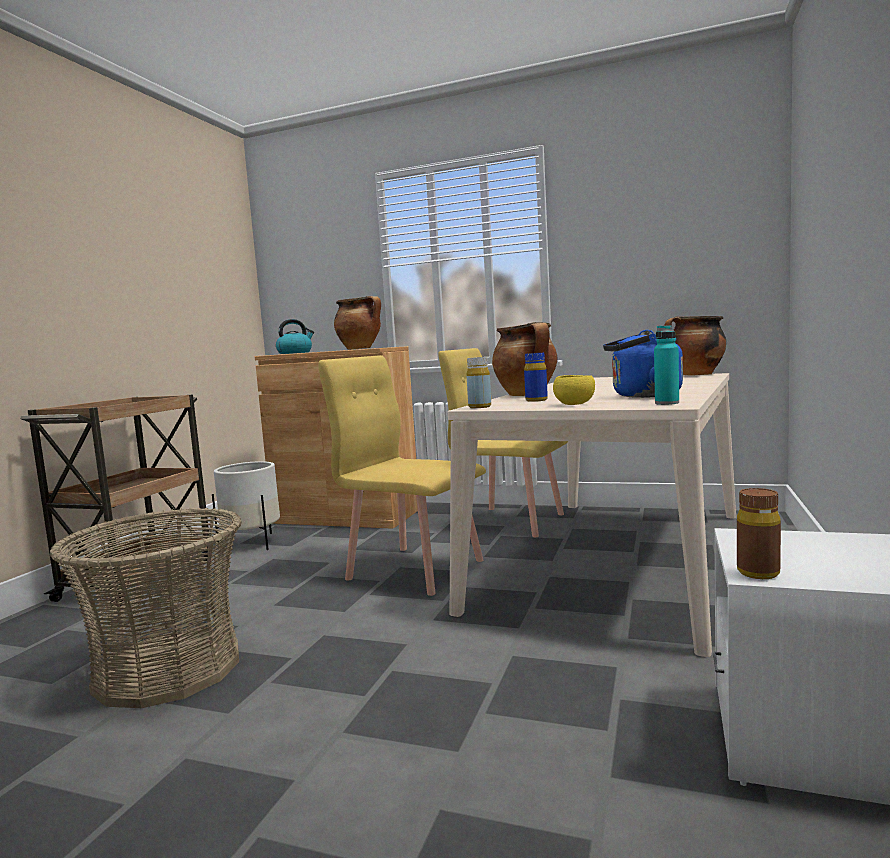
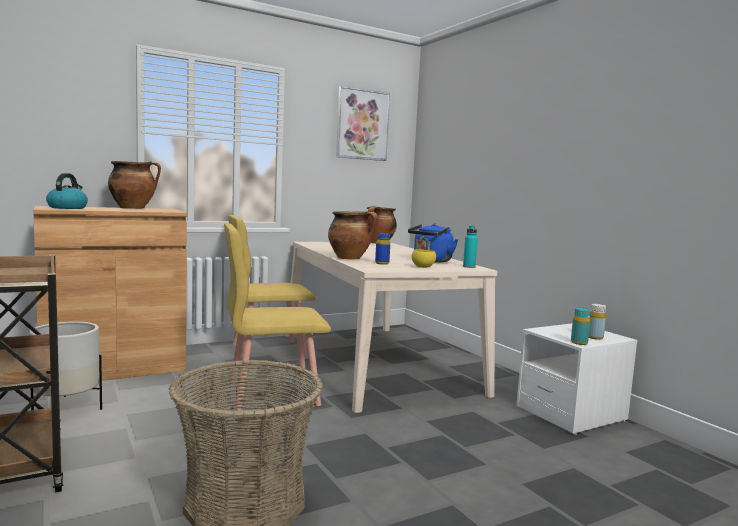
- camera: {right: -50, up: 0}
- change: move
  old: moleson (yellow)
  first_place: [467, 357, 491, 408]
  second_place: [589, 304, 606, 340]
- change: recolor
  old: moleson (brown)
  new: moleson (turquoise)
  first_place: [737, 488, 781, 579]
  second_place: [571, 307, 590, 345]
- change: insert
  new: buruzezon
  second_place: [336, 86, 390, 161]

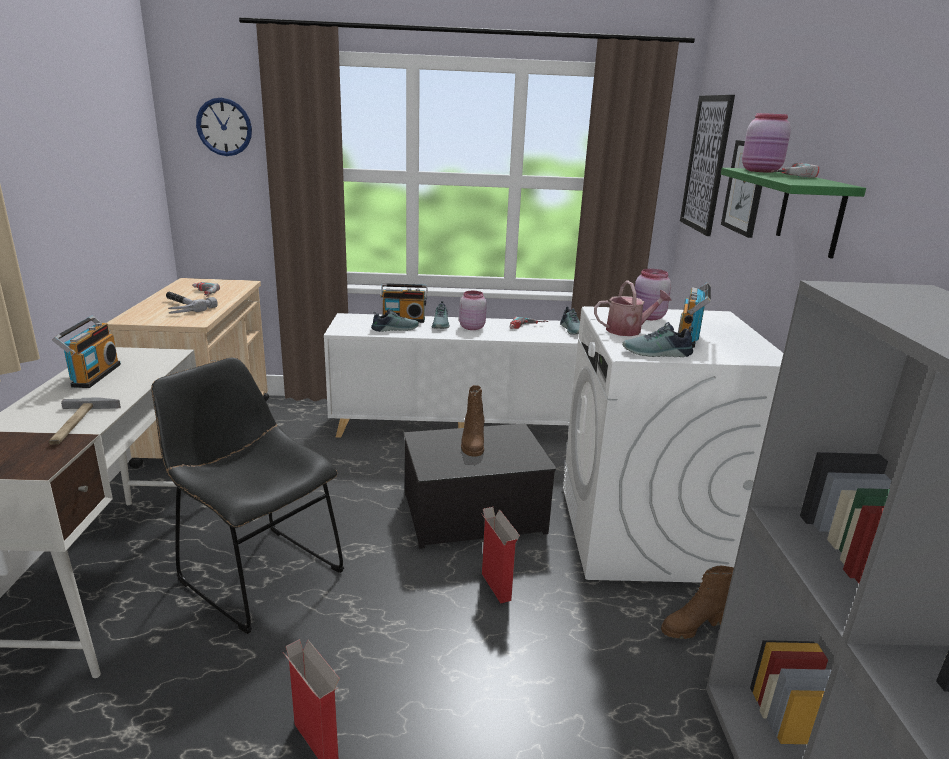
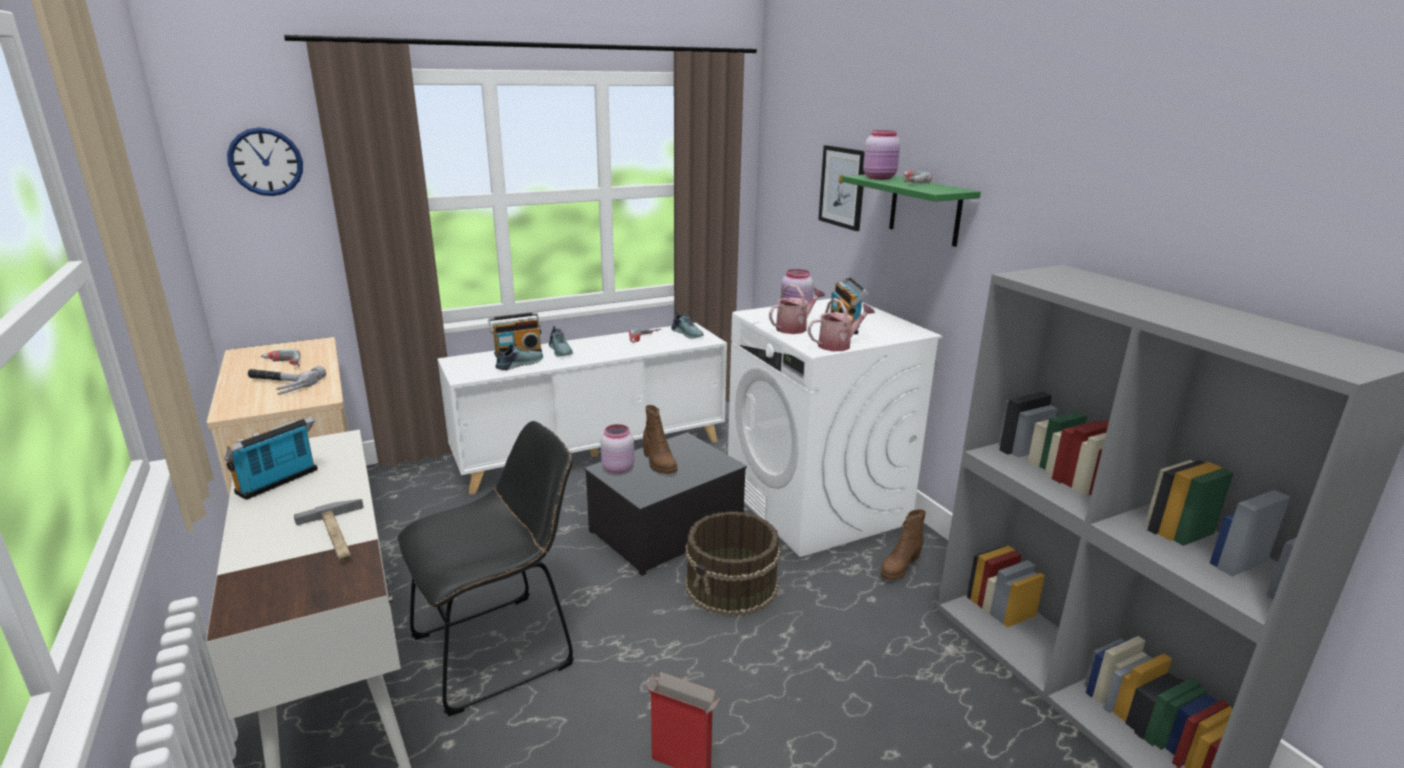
- camera: {right: -25, up: 0}
- change: rotate
  old: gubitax
  first_place: [52, 316, 121, 388]
  second_place: [224, 416, 318, 500]
  degrees: -120
- change: rotate
  old: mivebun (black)
  first_place: [151, 357, 344, 634]
  second_place: [398, 421, 574, 716]
  degrees: 135
- change: move
  old: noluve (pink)
  first_place: [459, 291, 487, 330]
  second_place: [601, 424, 634, 474]
- change: replace
  old: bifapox
  new: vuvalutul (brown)
  first_place: [481, 507, 520, 603]
  second_place: [685, 511, 781, 617]
- change: replace
  old: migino
  new: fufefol
  first_place: [622, 322, 693, 357]
  second_place: [808, 298, 875, 351]
- change: delete
  old: buruzezon
  first_place: [680, 95, 735, 236]

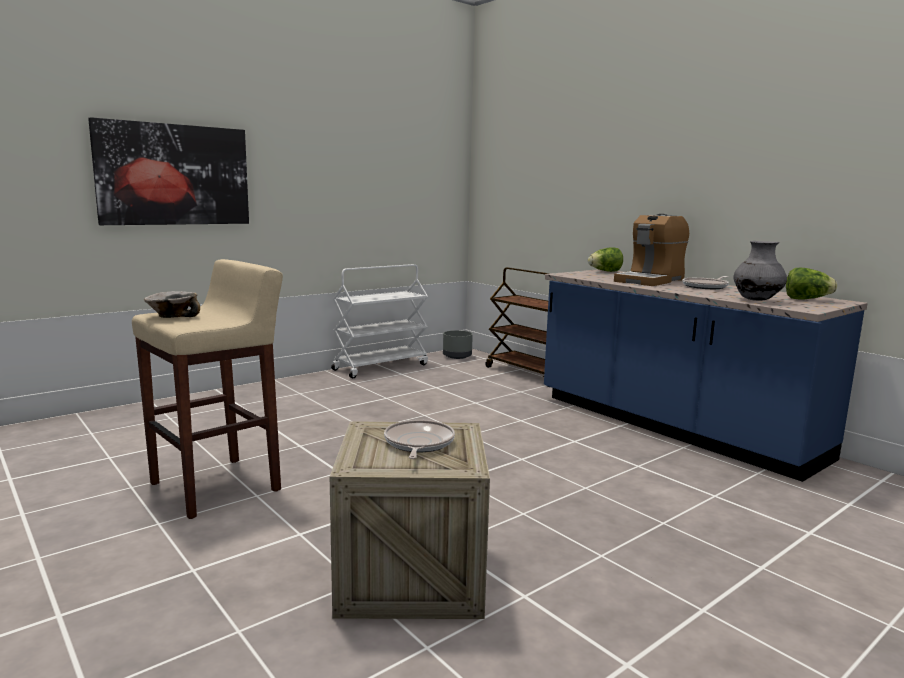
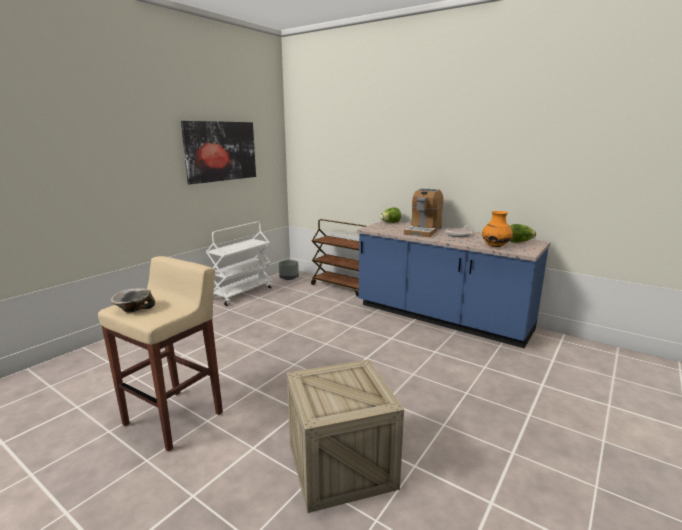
- camera: {right: -15, up: 5}
- change: move
  old: buruzezon
  first_place: [88, 117, 249, 225]
  second_place: [181, 121, 256, 184]
- change: delete
  old: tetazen
  first_place: [384, 420, 455, 459]
- change: recolor
  old: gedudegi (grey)
  new: gedudegi (orange)
  first_place: [733, 241, 787, 301]
  second_place: [482, 211, 513, 247]

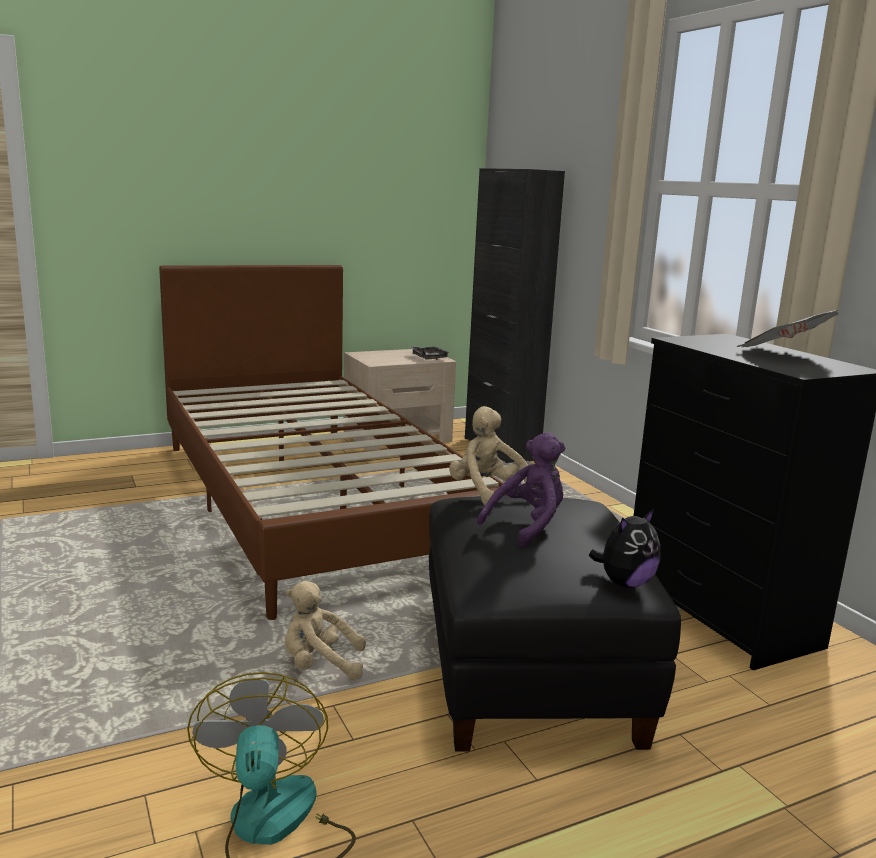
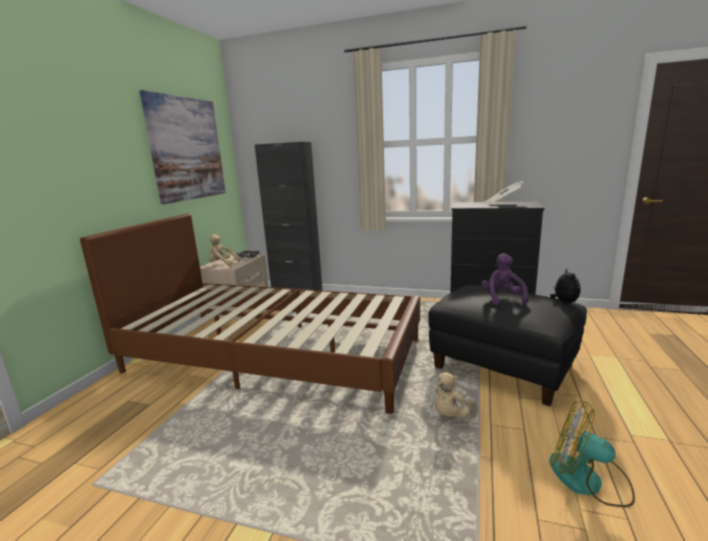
- camera: {right: -45, up: 0}
- change: move
  old: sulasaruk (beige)
  first_place: [449, 406, 528, 505]
  second_place: [209, 234, 240, 266]
- change: insert
  new: buruzezon
  second_place: [140, 90, 226, 204]

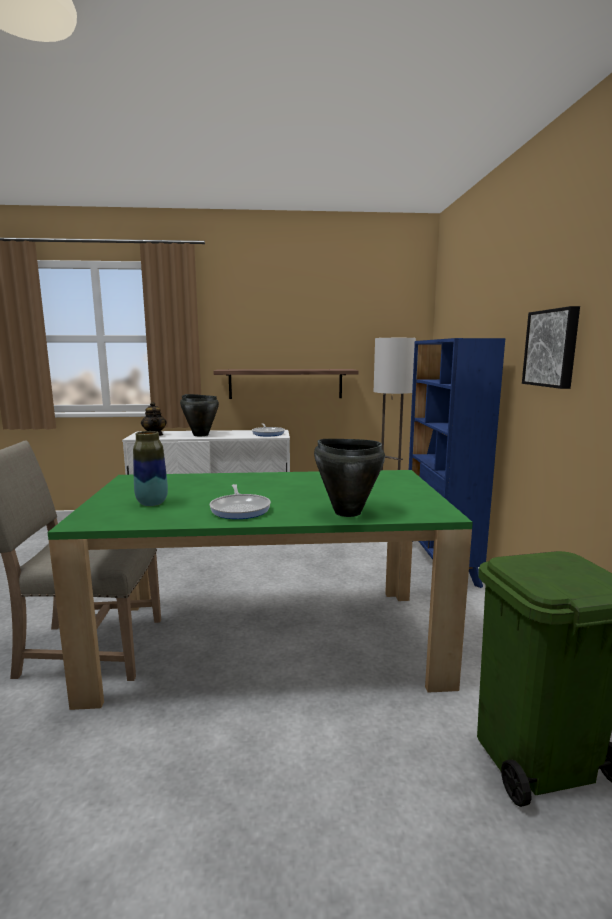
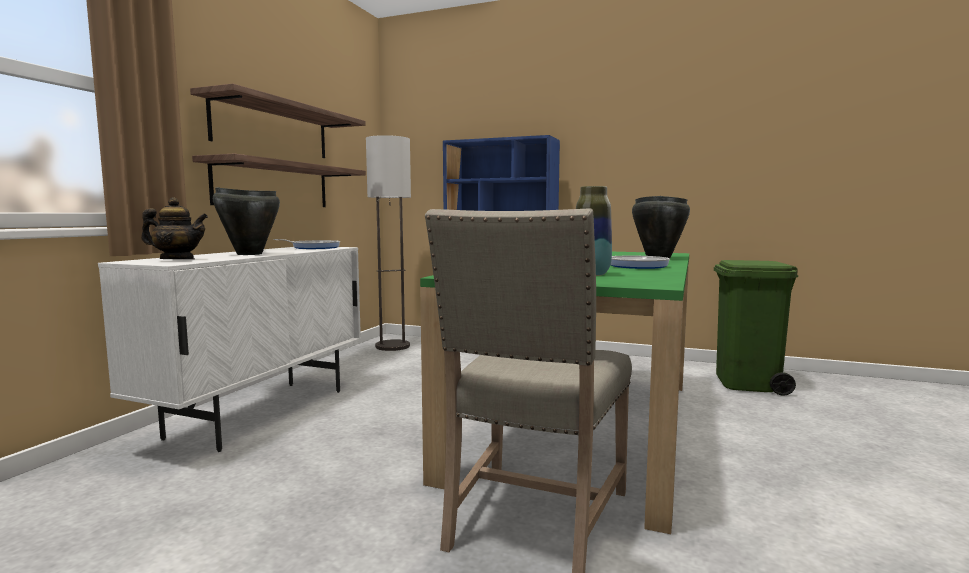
- camera: {right: -65, up: -5}
- change: delete
  old: buruzezon
  first_place: [522, 306, 580, 389]
- change: insert
  new: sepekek
  second_place: [190, 83, 366, 158]

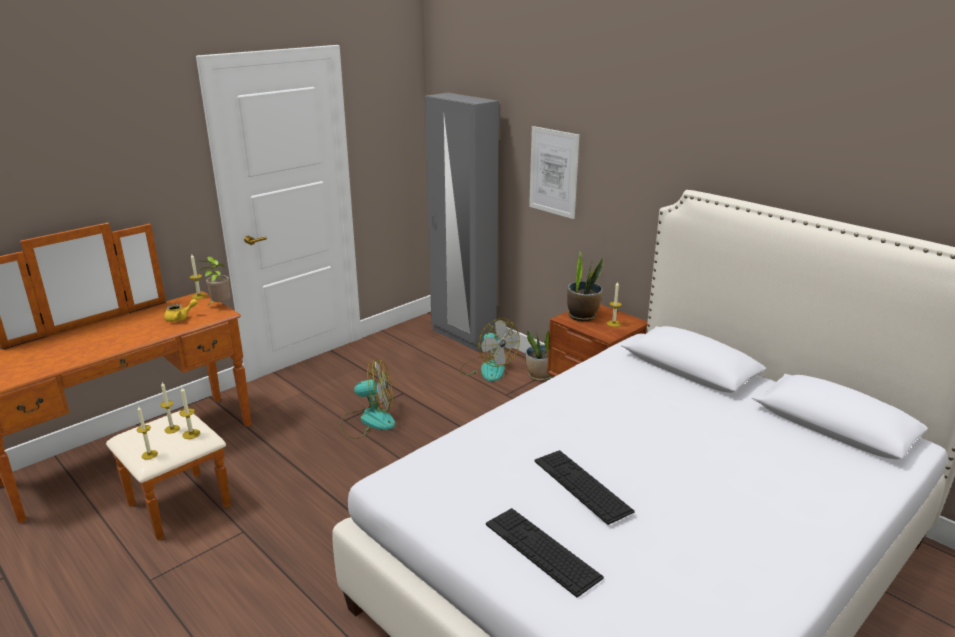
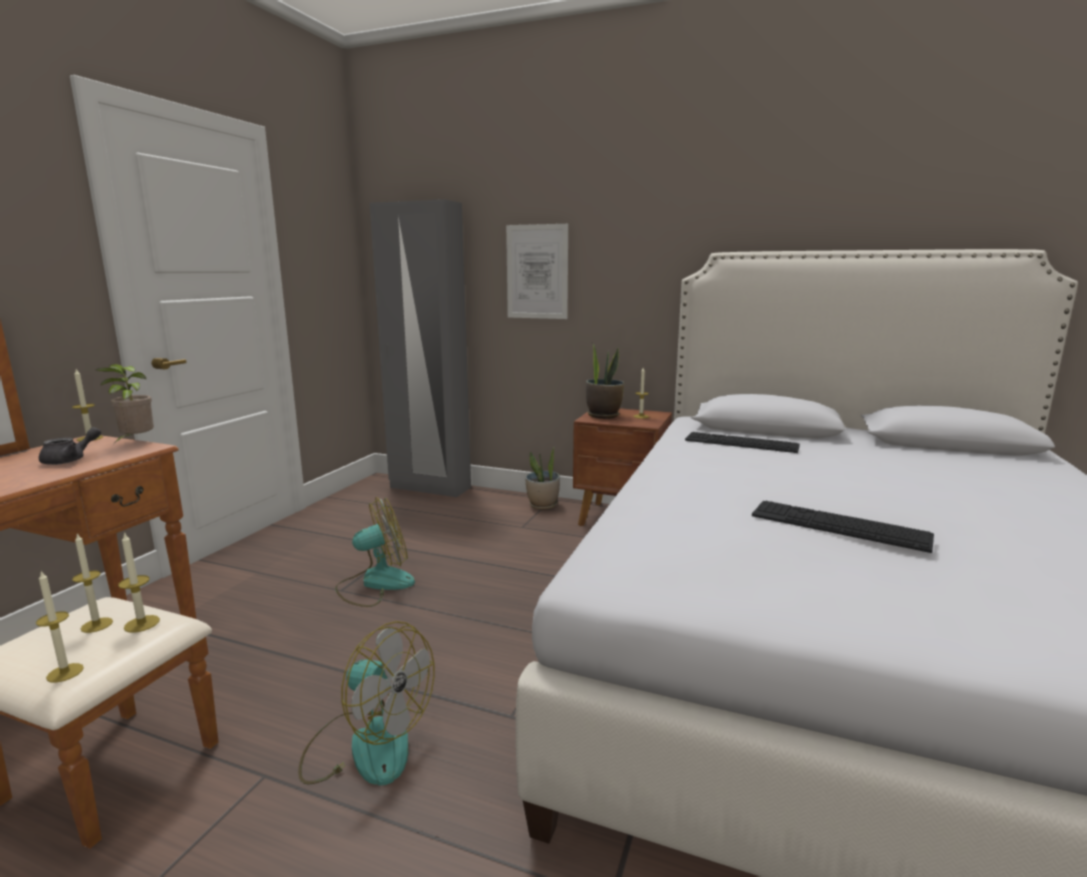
- camera: {right: -25, up: -10}
- change: recolor
  old: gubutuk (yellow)
  new: gubutuk (grey)
  first_place: [164, 299, 198, 322]
  second_place: [39, 427, 101, 465]
- change: move
  old: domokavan
  first_place: [460, 318, 520, 381]
  second_place: [298, 621, 434, 786]
- change: move
  old: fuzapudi
  first_place: [486, 508, 604, 597]
  second_place: [685, 432, 800, 453]

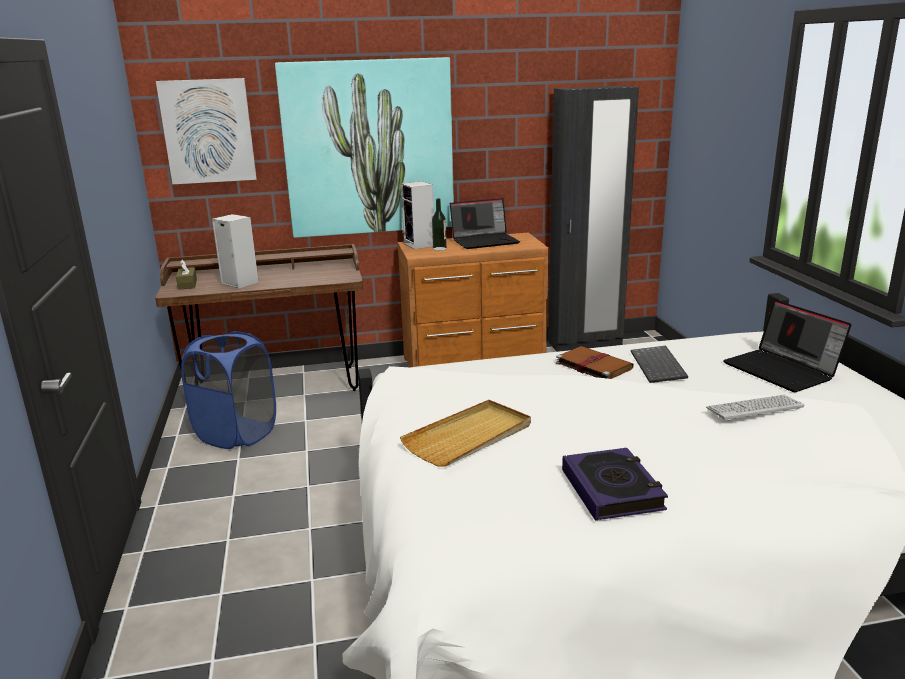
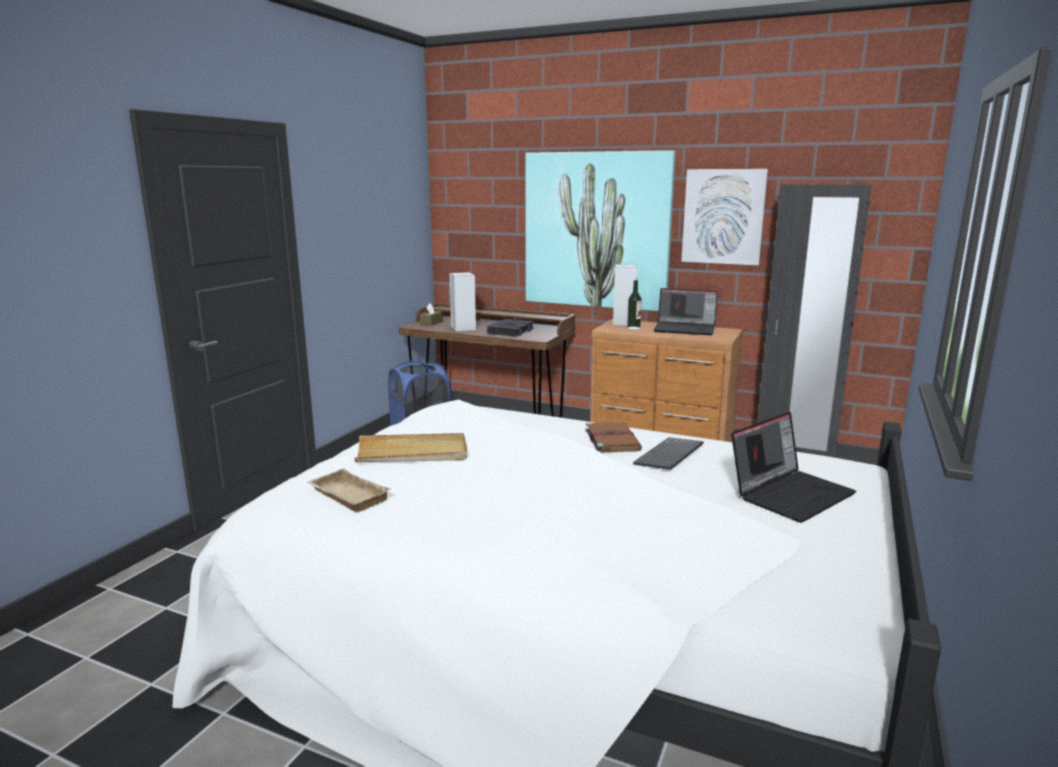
- camera: {right: 35, up: -5}
- change: move
  old: buruzezon
  first_place: [156, 78, 257, 184]
  second_place: [681, 169, 768, 265]
- change: move
  old: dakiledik
  first_place: [562, 448, 668, 520]
  second_place: [487, 319, 534, 337]
- change: delete
  old: fuzapudi
  first_place: [706, 395, 804, 421]
- change: rotate
  old: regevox
  first_place: [723, 300, 851, 392]
  second_place: [731, 412, 856, 523]
  degrees: -135
- change: insert
  new: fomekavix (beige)
  second_place: [307, 468, 391, 512]

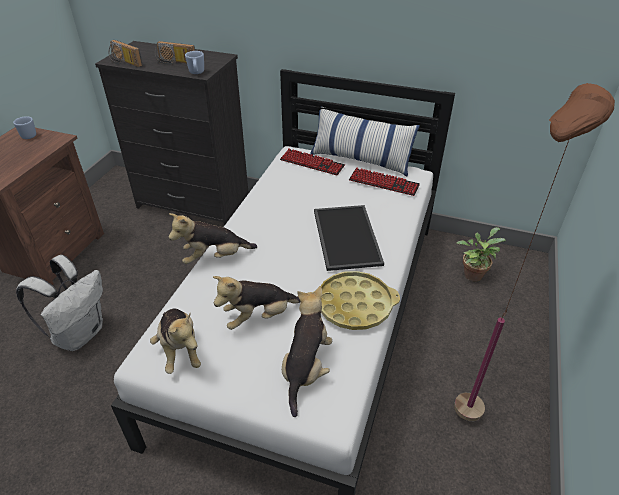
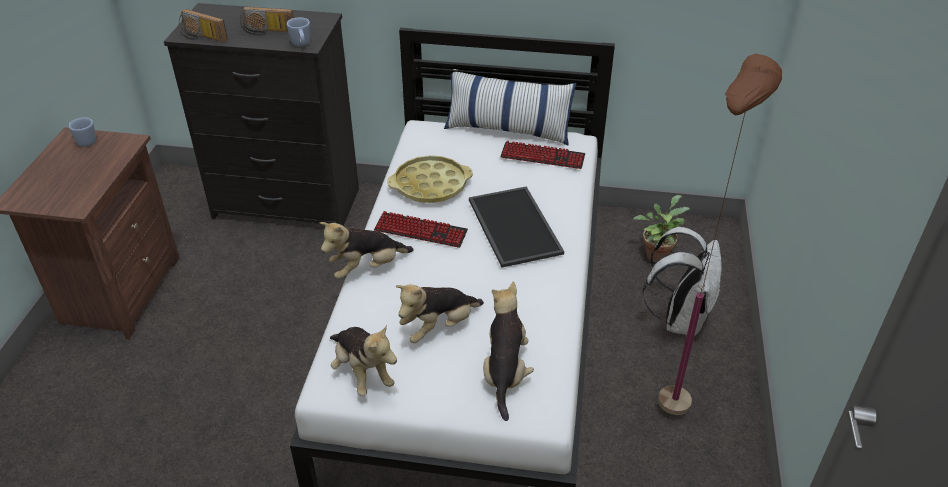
- camera: {right: -10, up: 0}
- change: move
  old: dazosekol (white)
  first_place: [16, 255, 103, 351]
  second_place: [642, 227, 722, 336]
- change: move
  old: fuzapudi
  first_place: [280, 148, 345, 175]
  second_place: [374, 211, 468, 248]
- change: move
  old: fomekavix (yellow)
  first_place: [314, 271, 400, 330]
  second_place: [387, 155, 473, 203]

